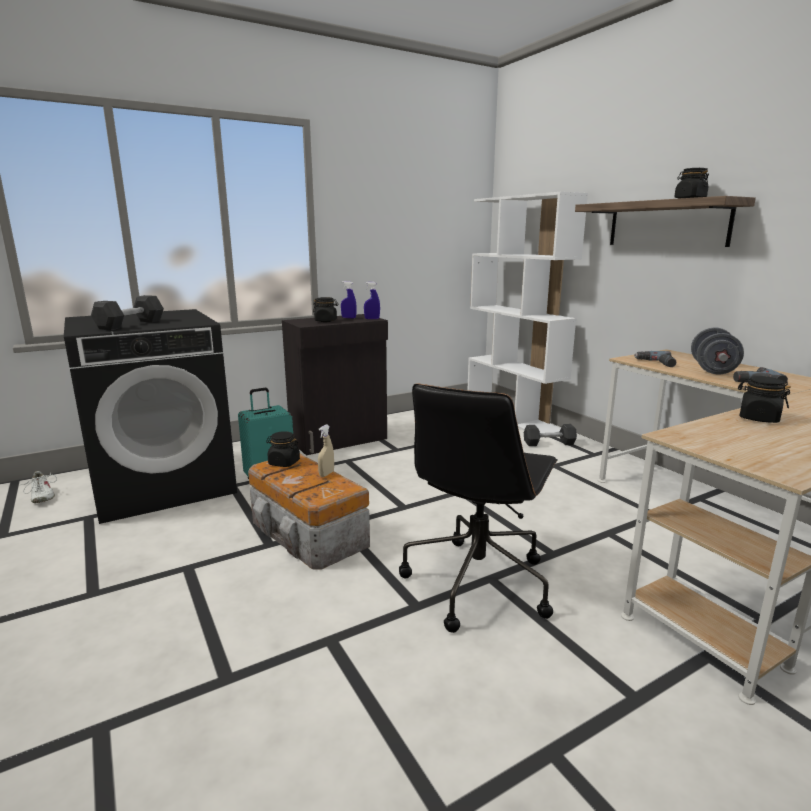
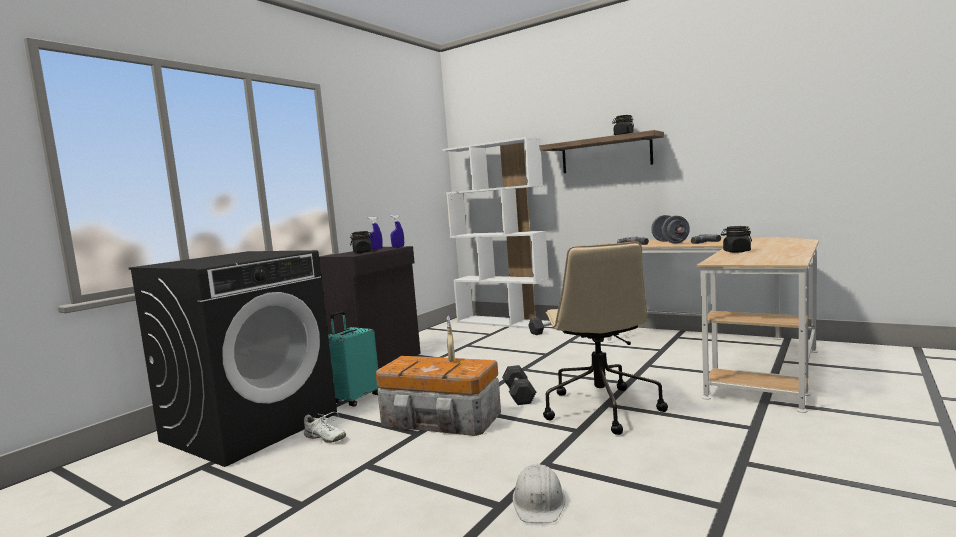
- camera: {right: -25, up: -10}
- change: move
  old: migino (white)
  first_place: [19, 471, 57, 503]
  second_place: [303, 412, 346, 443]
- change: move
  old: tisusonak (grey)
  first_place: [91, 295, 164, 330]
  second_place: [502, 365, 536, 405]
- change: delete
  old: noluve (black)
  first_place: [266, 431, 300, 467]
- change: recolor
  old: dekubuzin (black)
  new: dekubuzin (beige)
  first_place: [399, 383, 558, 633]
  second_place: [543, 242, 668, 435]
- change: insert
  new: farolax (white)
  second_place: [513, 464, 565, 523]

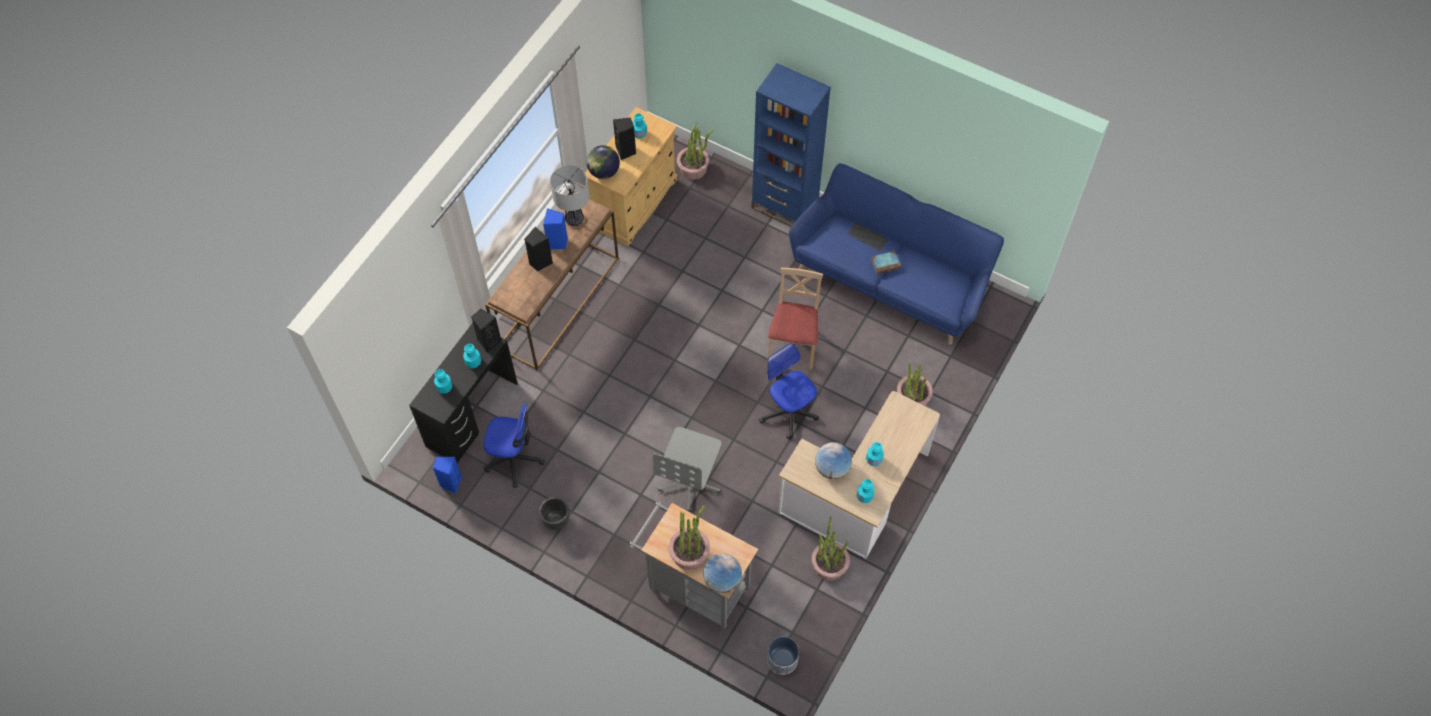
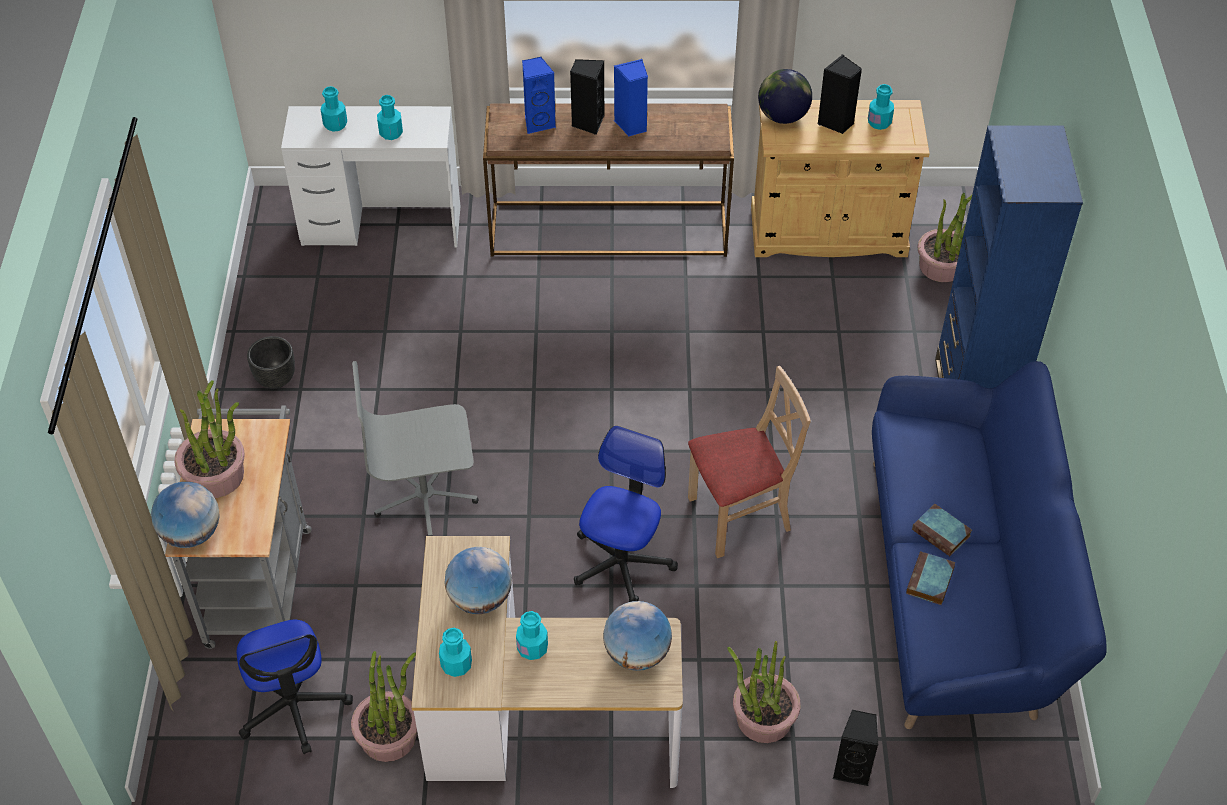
- camera: {right: 60, up: -10}
- change: recolor
  old: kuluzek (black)
  new: kuluzek (white)
  first_place: [409, 323, 518, 464]
  second_place: [281, 106, 460, 248]
- change: move
  old: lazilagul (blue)
  first_place: [433, 457, 462, 493]
  second_place: [522, 56, 556, 134]
- change: move
  old: lazilagul (black)
  first_place: [471, 309, 502, 354]
  second_place: [832, 709, 879, 786]
- change: move
  old: dekubuzin
  first_place: [483, 404, 545, 488]
  second_place: [237, 620, 353, 754]
- change: delete
  old: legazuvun
  first_place: [550, 165, 589, 226]
- change: delete
  old: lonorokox
  first_place: [767, 637, 799, 675]
- change: delete
  old: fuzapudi
  first_place: [848, 222, 888, 251]
- change: insert
  new: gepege
  second_place: [603, 601, 672, 671]
- change: insert
  new: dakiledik
  second_place: [906, 551, 955, 605]

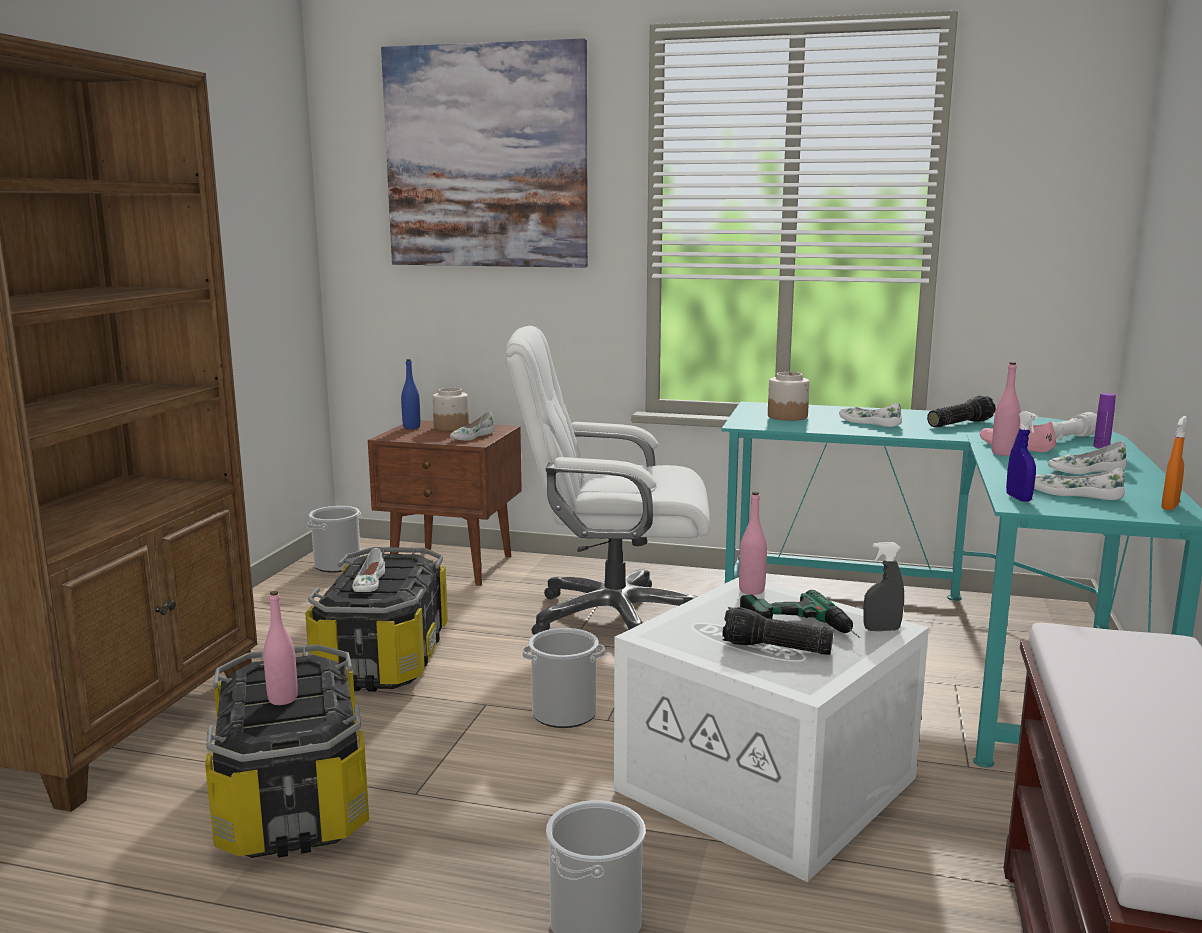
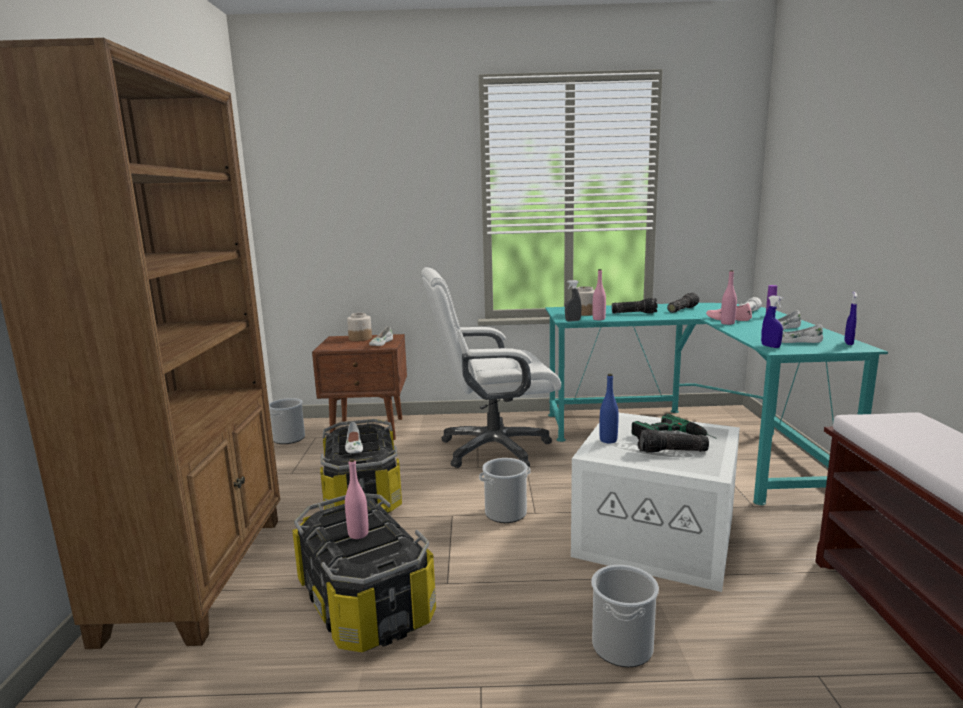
- camera: {right: -15, up: 0}
- change: delete
  old: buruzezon
  first_place: [381, 38, 588, 268]
- change: move
  old: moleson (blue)
  first_place: [401, 359, 420, 429]
  second_place: [599, 374, 619, 443]
- change: move
  old: moleson (pink)
  first_place: [739, 492, 767, 595]
  second_place: [593, 269, 606, 320]
- change: replace
  old: migino (white)
  new: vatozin
  first_place: [839, 403, 902, 427]
  second_place: [612, 298, 657, 314]
- change: move
  old: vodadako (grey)
  first_place: [863, 542, 904, 631]
  second_place: [565, 280, 581, 322]
- change: recolor
  old: vodadako (orange)
  new: vodadako (blue)
  first_place: [1161, 416, 1188, 510]
  second_place: [844, 292, 858, 345]

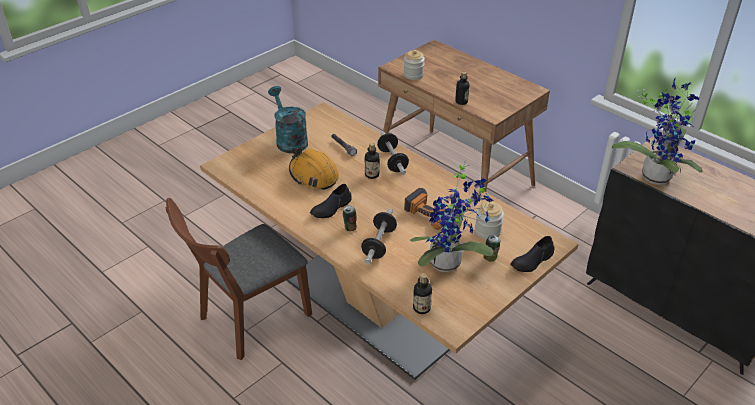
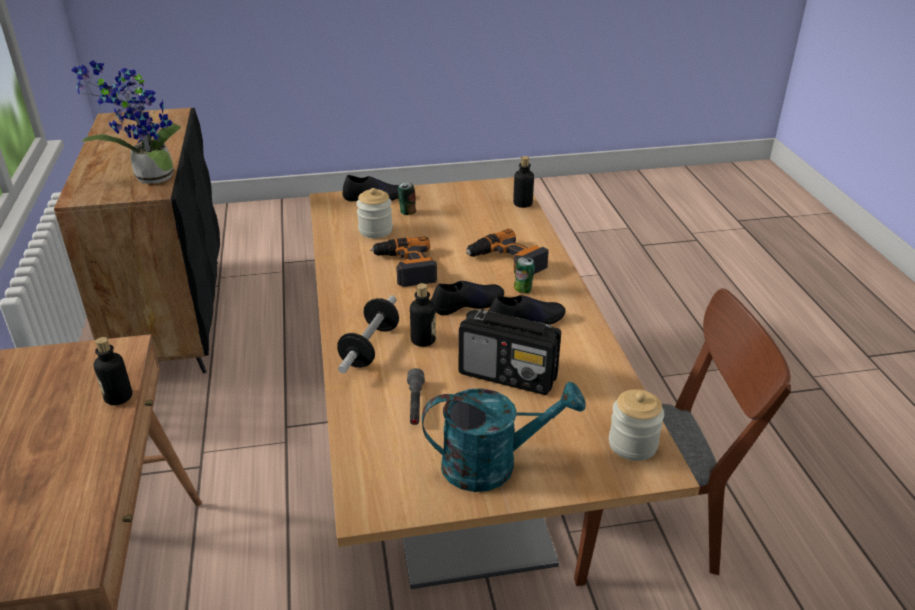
- camera: {right: -145, up: -5}
- change: rotate
  old: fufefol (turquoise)
  first_place: [268, 86, 308, 153]
  second_place: [422, 382, 585, 492]
  degrees: -105
- change: replace
  old: farolax (orange)
  new: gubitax
  first_place: [289, 147, 339, 190]
  second_place: [459, 309, 561, 395]
- change: replace
  old: tisusonak
  new: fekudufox
  first_place: [361, 208, 397, 264]
  second_place: [466, 229, 549, 274]
- change: move
  old: noluve
  first_place: [404, 50, 425, 80]
  second_place: [609, 389, 664, 461]
- change: delete
  old: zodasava
  first_place: [410, 161, 493, 272]
- change: insert
  new: migino (black)
  second_place: [431, 281, 504, 315]

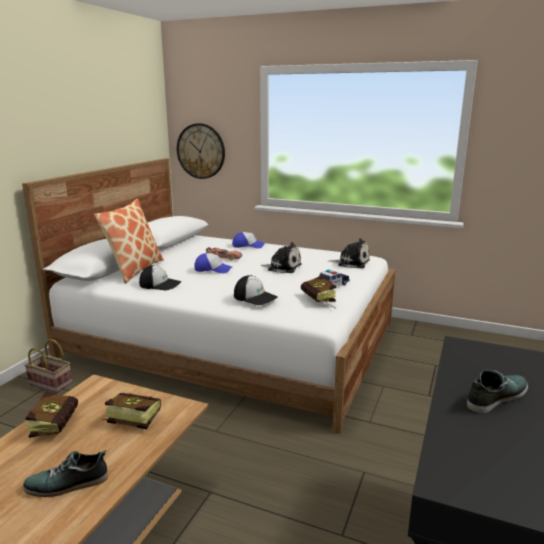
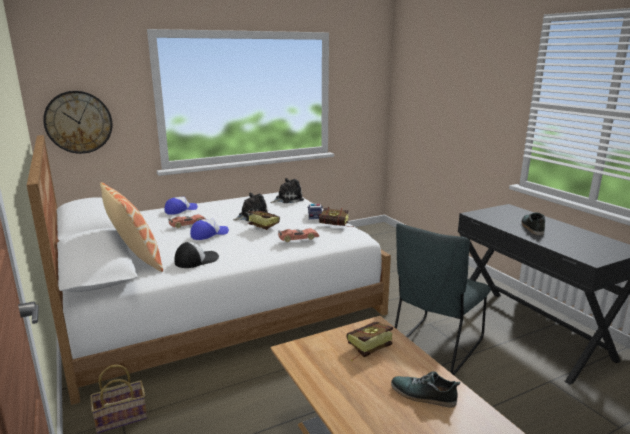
- camera: {right: -50, up: 0}
- change: rotate
  old: migino
  first_place: [23, 450, 108, 497]
  second_place: [391, 371, 460, 408]
  degrees: 90
- change: move
  old: dakiledik
  first_place: [26, 392, 78, 438]
  second_place: [247, 211, 280, 230]
- change: replace
  old: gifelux
  new: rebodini
  first_place: [234, 275, 278, 305]
  second_place: [278, 228, 319, 242]
- change: insert
  new: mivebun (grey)
  second_place: [395, 224, 491, 375]

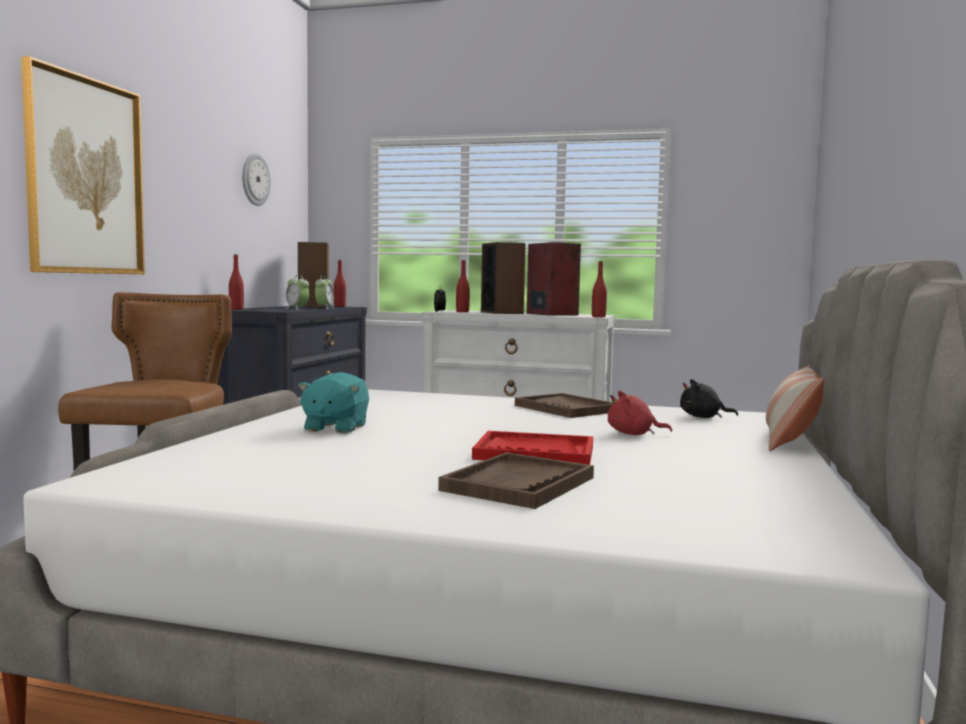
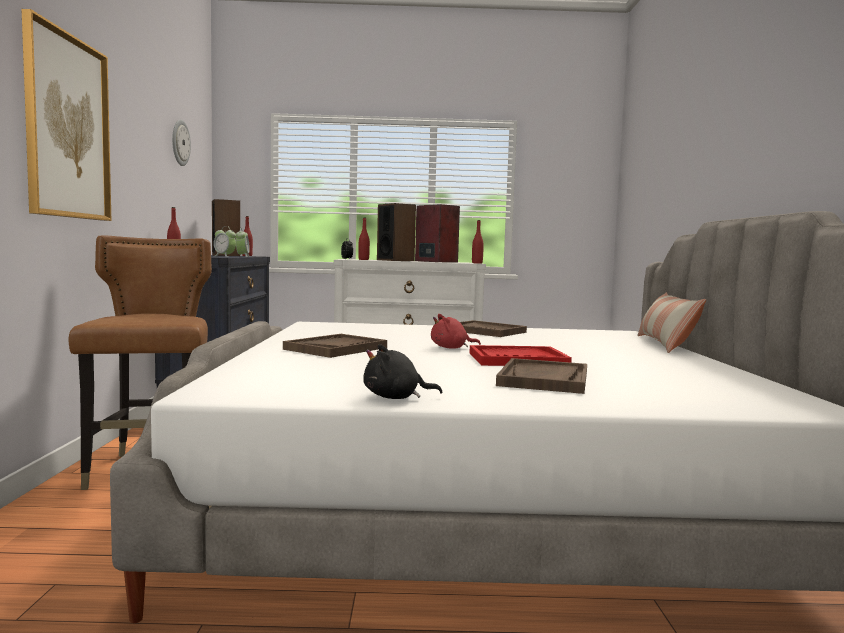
- camera: {right: -15, up: 0}
- change: replace
  old: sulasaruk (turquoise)
  new: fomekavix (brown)
  first_place: [297, 372, 369, 434]
  second_place: [283, 334, 387, 358]
- change: move
  old: sulasaruk (red)
  first_place: [608, 391, 672, 435]
  second_place: [431, 314, 481, 349]
- change: move
  old: sulasaruk (black)
  first_place: [680, 379, 738, 418]
  second_place: [363, 344, 442, 399]

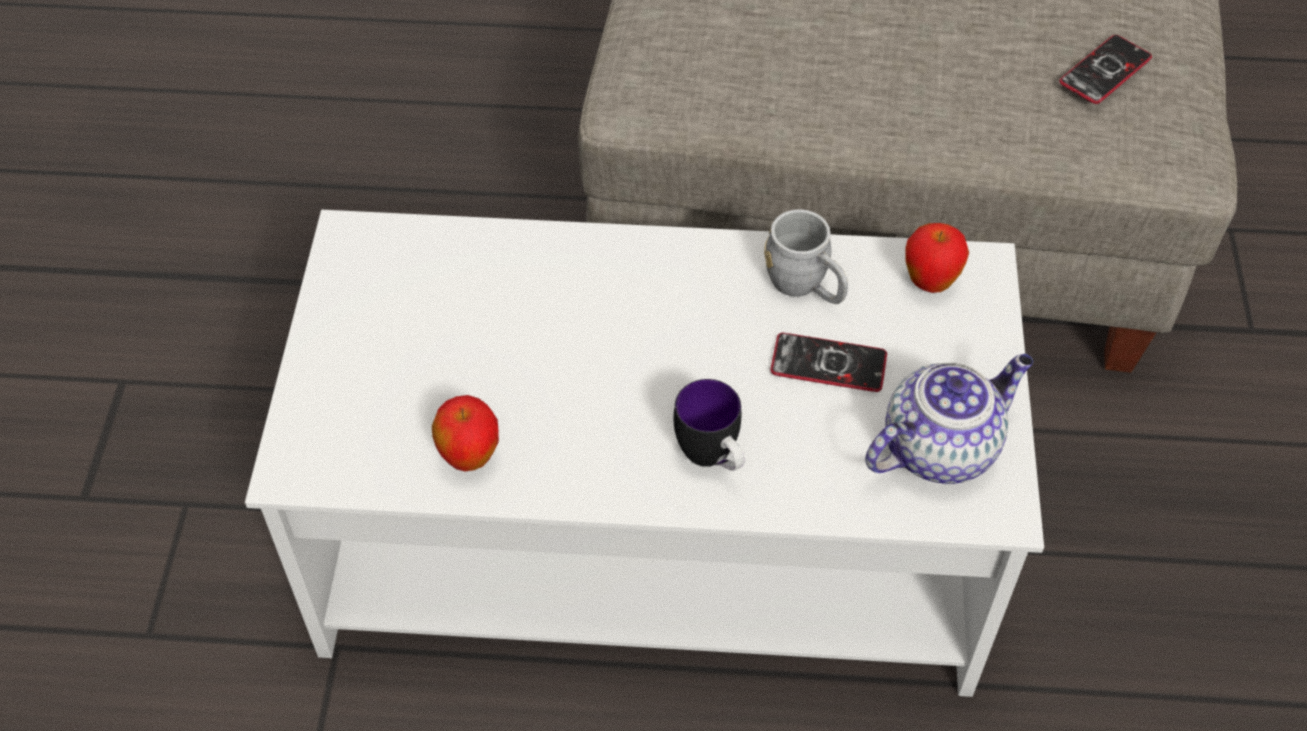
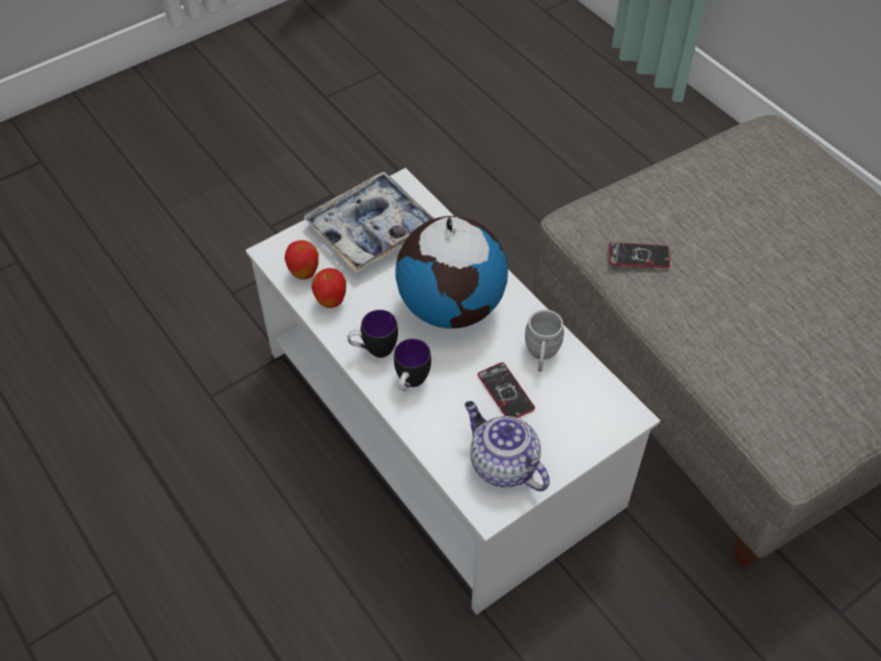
- camera: {right: 50, up: 0}
- change: rotate
  old: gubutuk
  first_place: [865, 354, 1033, 484]
  second_place: [465, 401, 550, 491]
  degrees: -150
- change: move
  old: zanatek
  first_place: [905, 223, 969, 293]
  second_place: [285, 240, 319, 279]
- change: move
  old: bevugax
  first_place: [1059, 35, 1152, 104]
  second_place: [609, 242, 670, 268]
- change: insert
  new: fomekavix
  second_place: [304, 172, 434, 273]
- change: insert
  new: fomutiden
  second_place: [347, 310, 398, 358]
- change: insert
  new: gepege
  second_place: [396, 216, 508, 329]

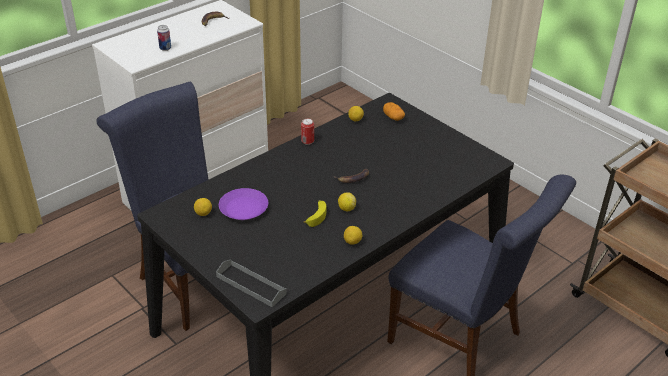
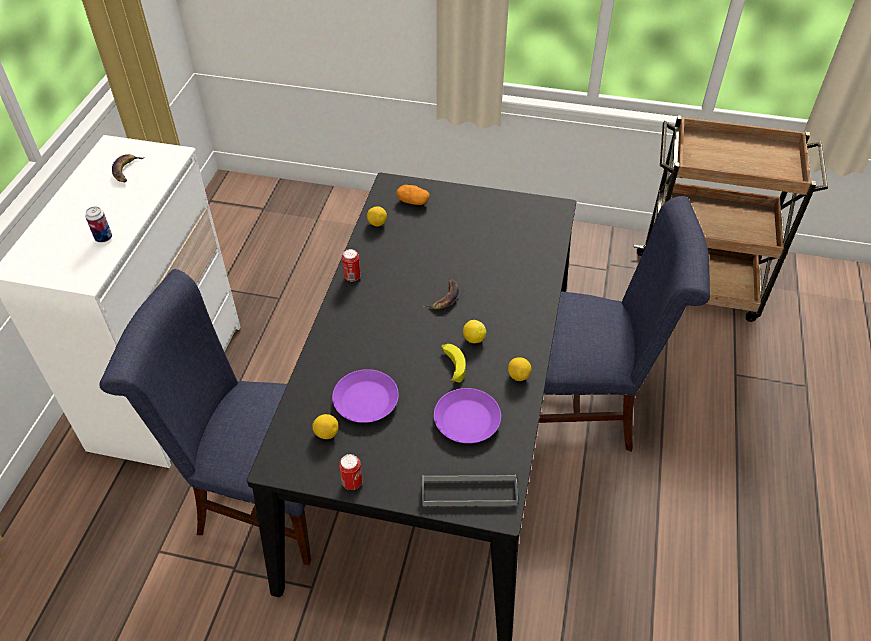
- camera: {right: -35, up: 10}
- change: insert
  new: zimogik
  second_place: [339, 454, 362, 490]
- change: insert
  new: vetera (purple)
  second_place: [434, 388, 501, 443]

